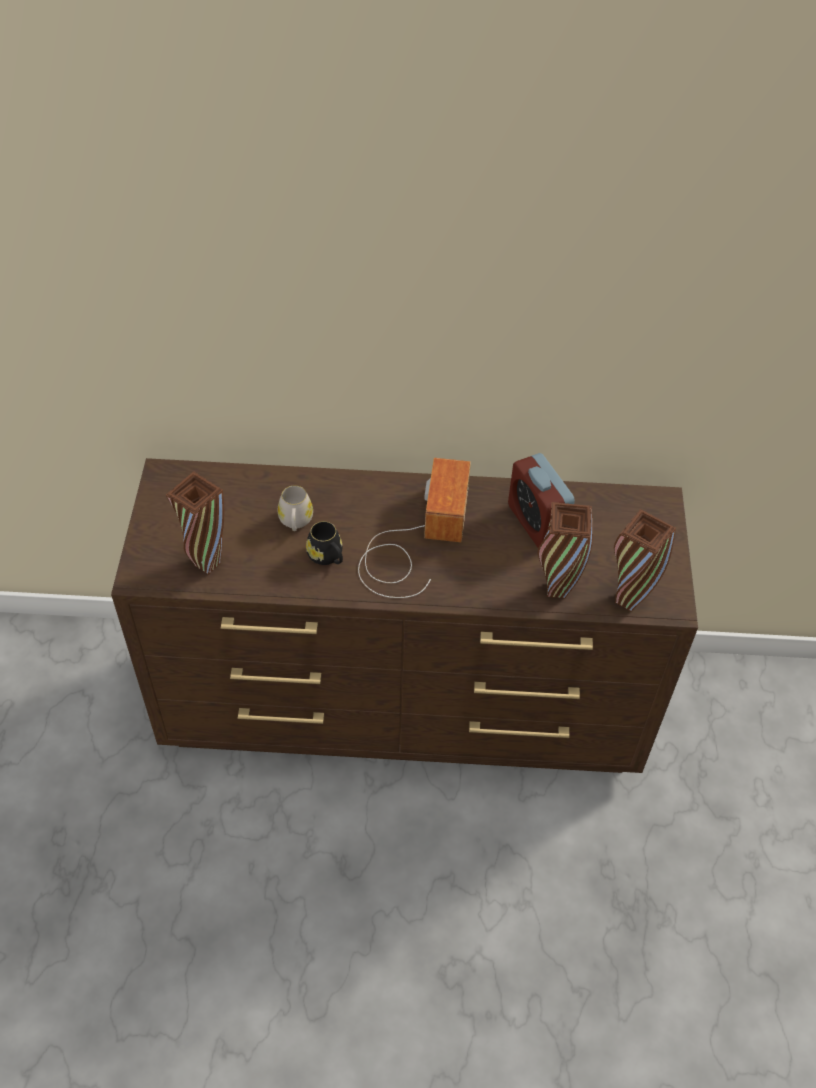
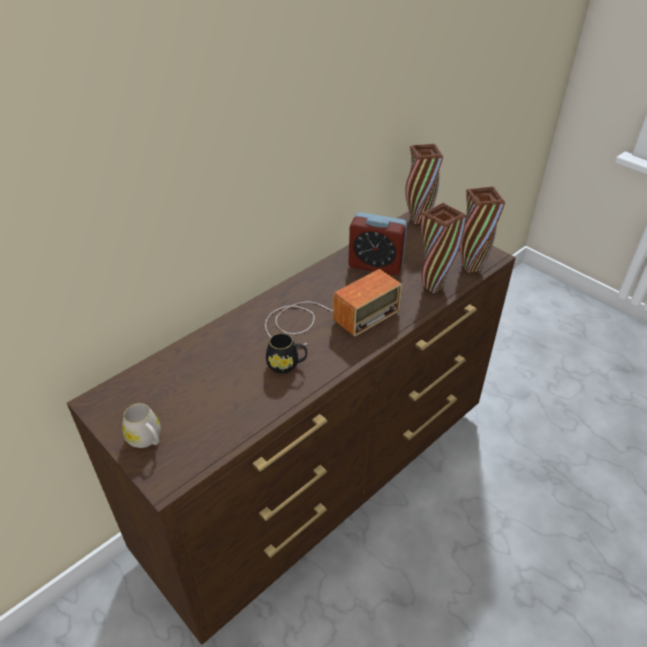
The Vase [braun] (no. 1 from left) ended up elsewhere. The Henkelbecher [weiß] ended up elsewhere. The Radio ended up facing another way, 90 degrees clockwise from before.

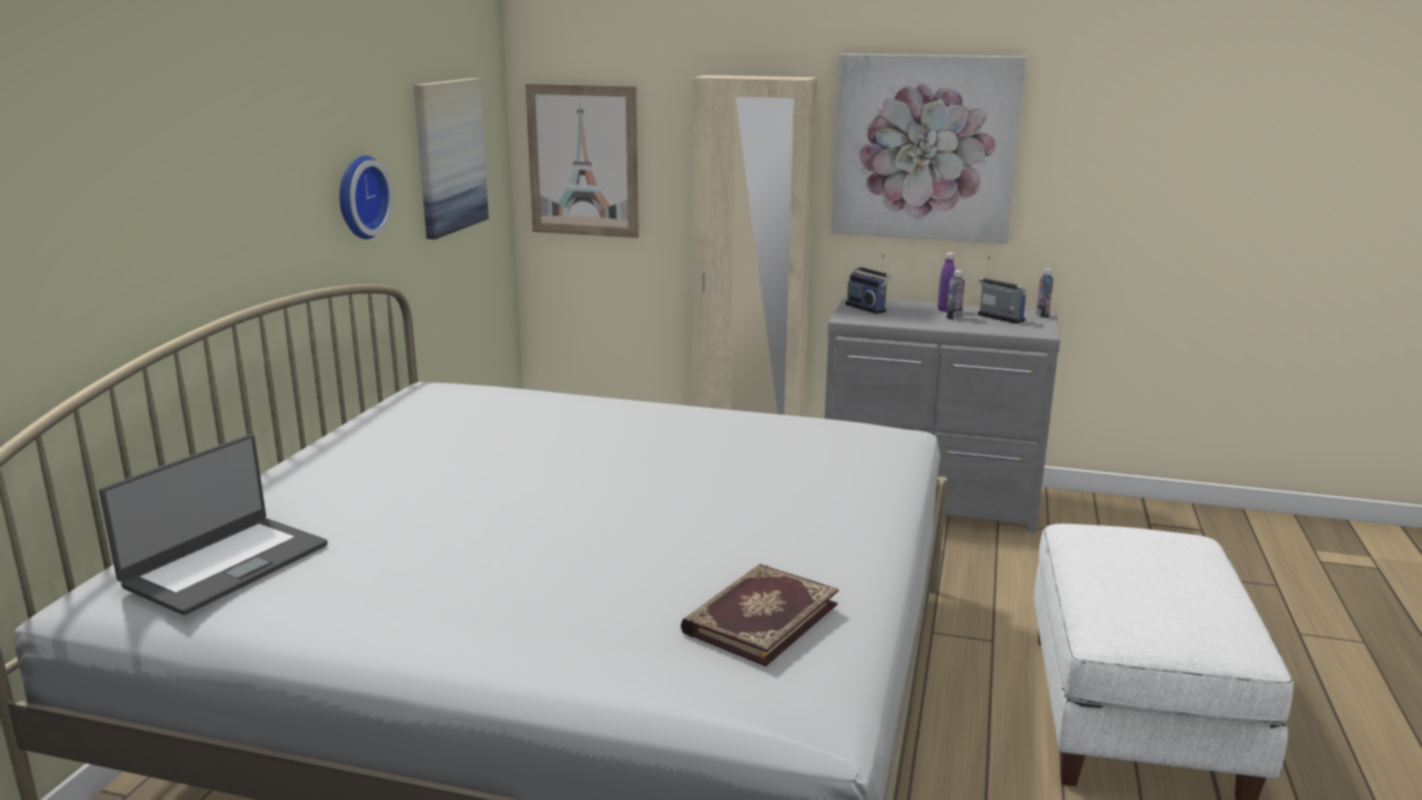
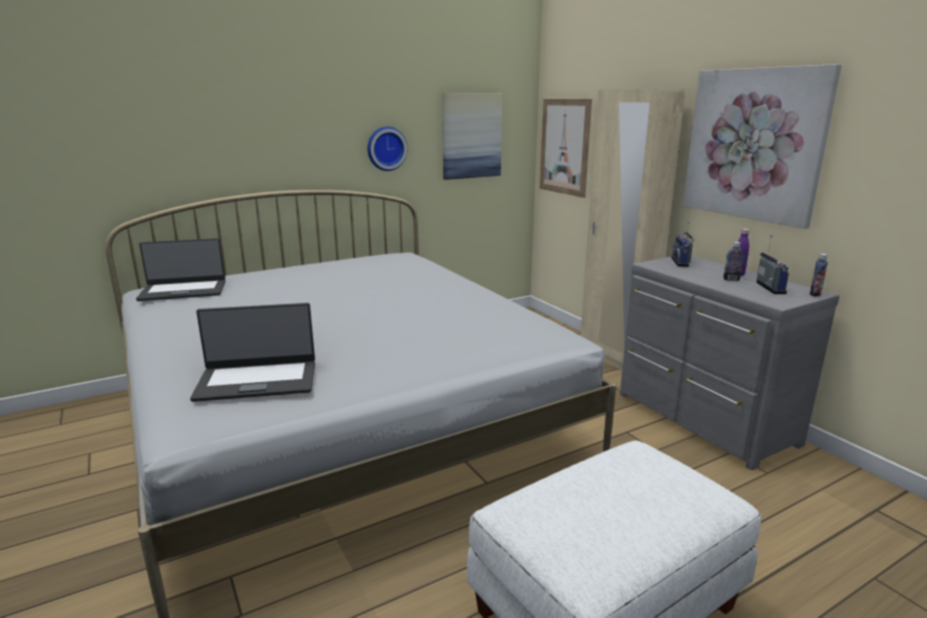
Where the Buch stood, the Laptop (no. 2 from left) came to stand.

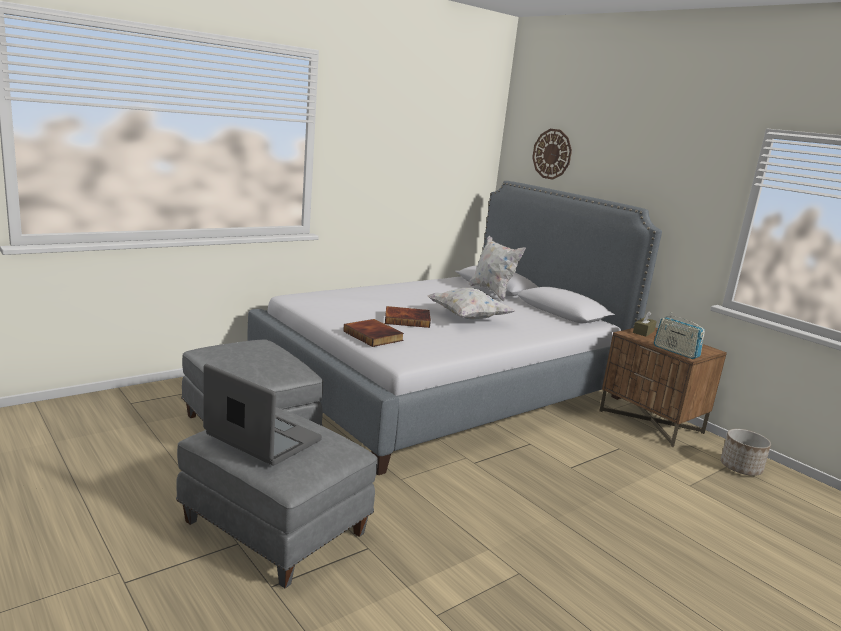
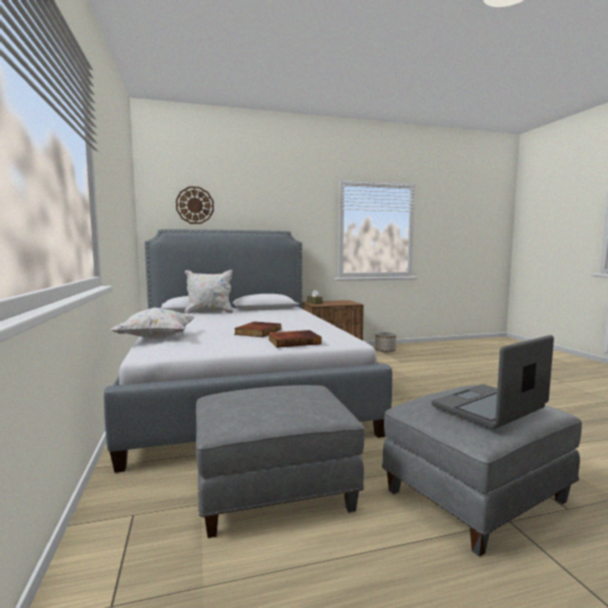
The second view lost the Radio. The Kissen [weiß] (no. 1 from left) ended up elsewhere.

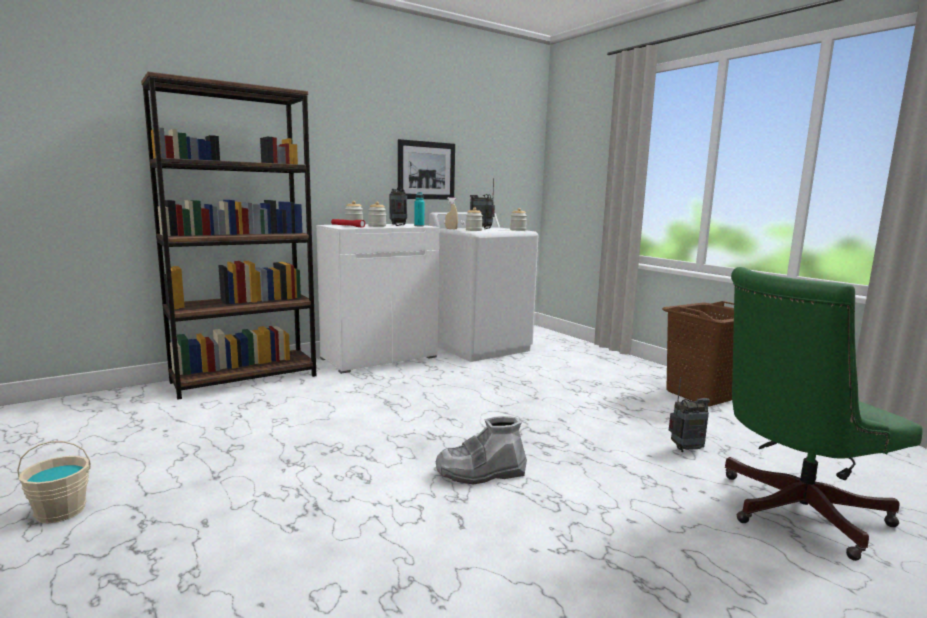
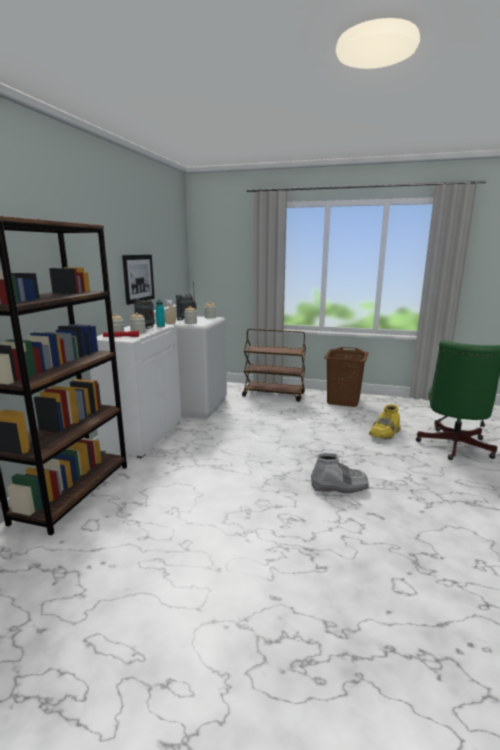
The second view lost the Eimer [beige]. The second view gained the Rollwagen [braun]. Where the Radio (no. 3 from left) stood, the Stiefel [gelb] came to stand. The Stiefel [grau] ended up facing another way, 120 degrees counterclockwise from before.

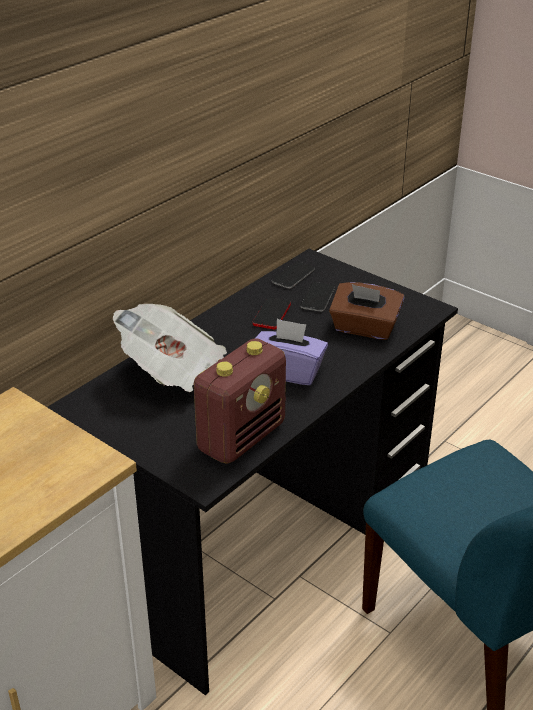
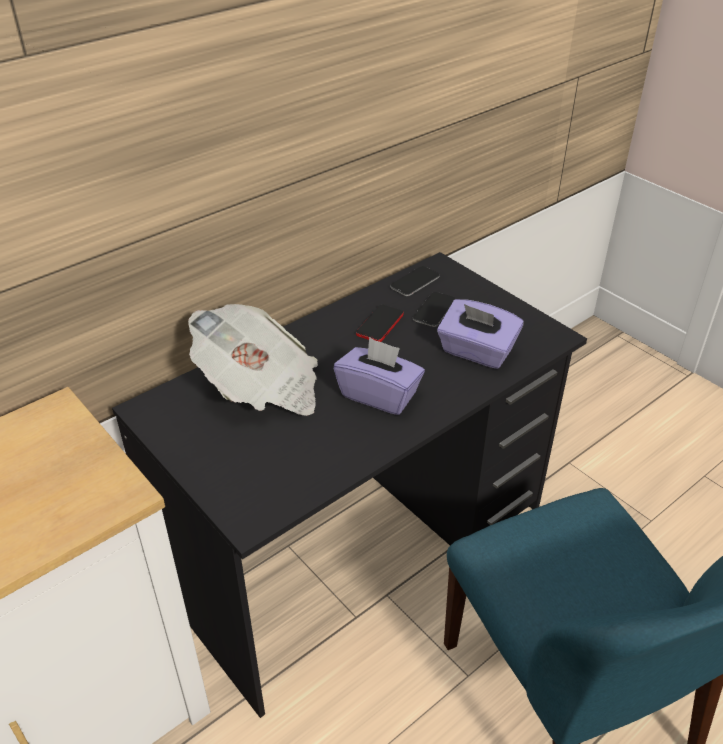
The second view lost the Radio. What was the Taschentuchbox [braun] turned into the Taschentuchbox [lila] (no. 2 from left).

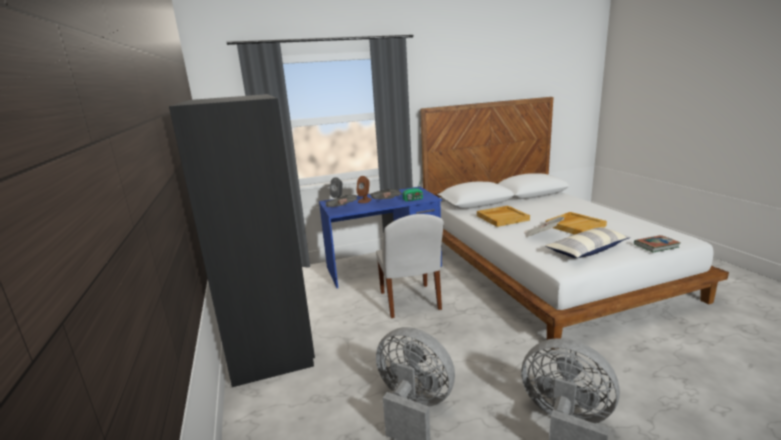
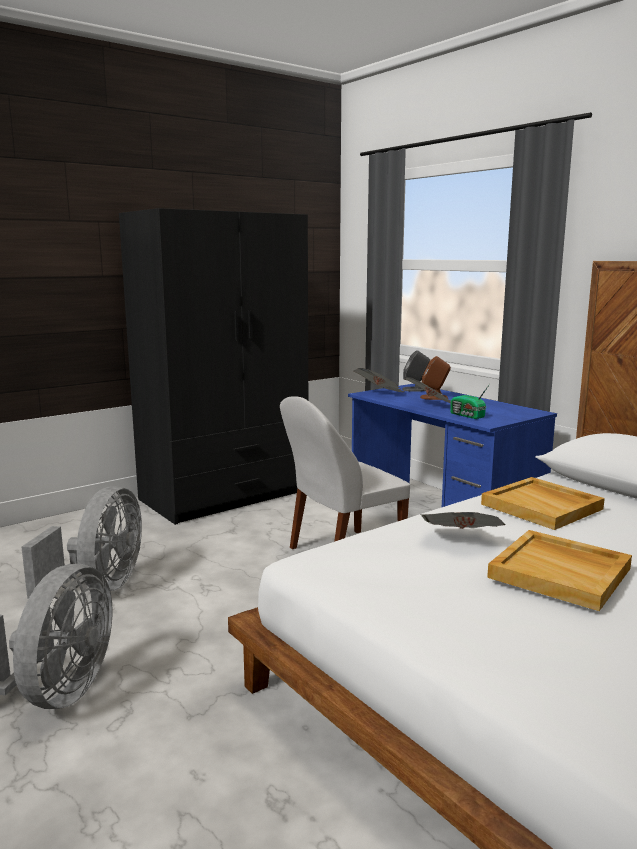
The second view lost the Kissen. The second view lost the Buch.

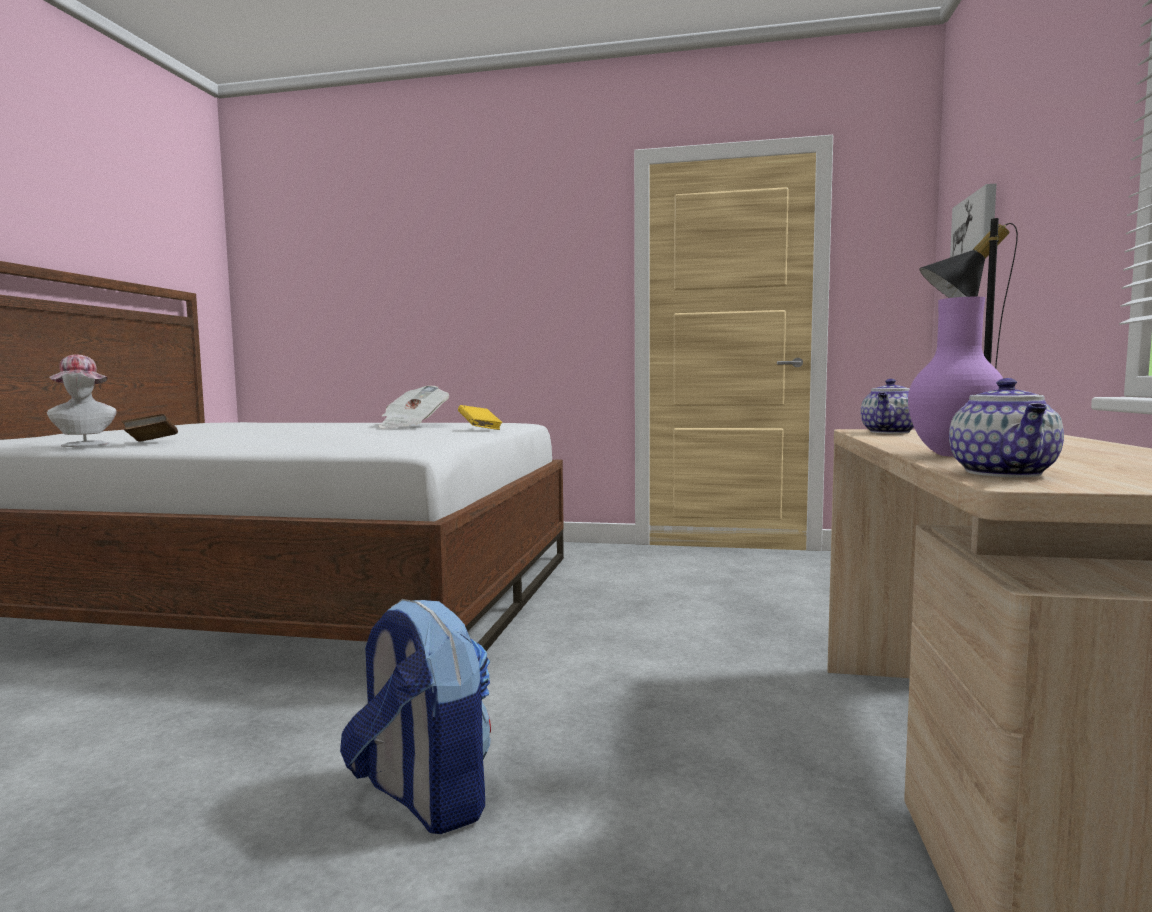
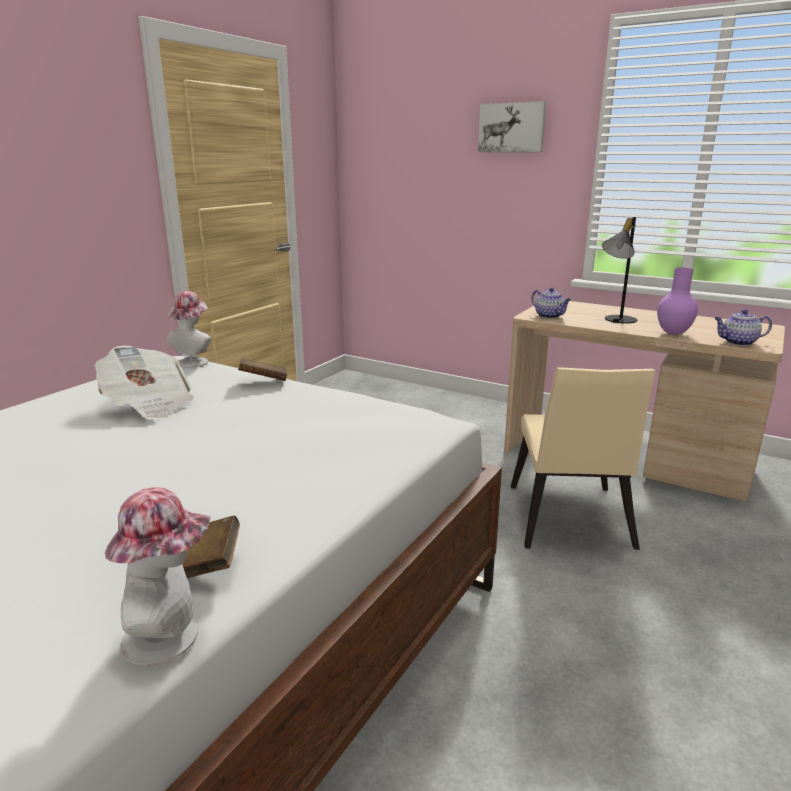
The second view lost the Rucksack. The second view gained the Hut (no. 2 from left). The second view gained the Stuhl [beige]. The Bild ended up elsewhere. What was the Buch [gelb] turned into the Buch [braun] (no. 2 from left). The Teekanne (no. 2 from left) ended up facing another way, 150 degrees clockwise from before.

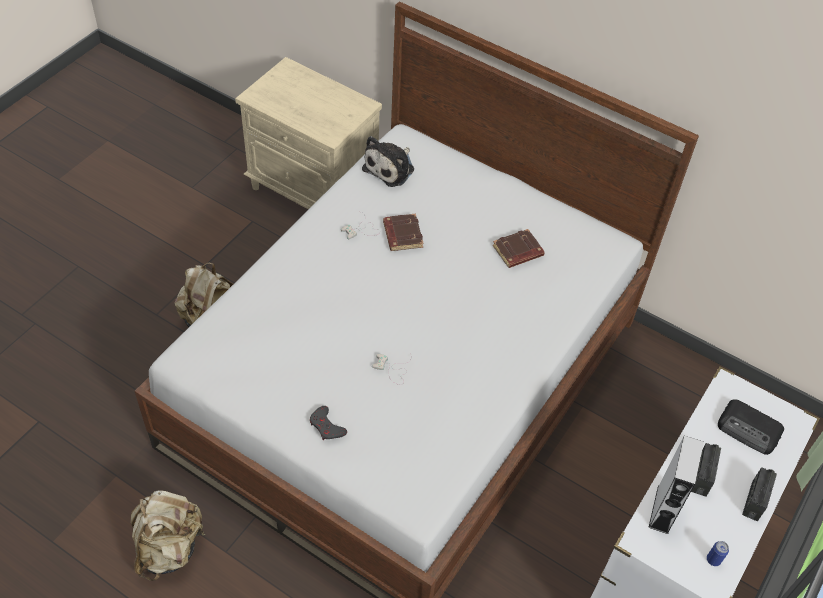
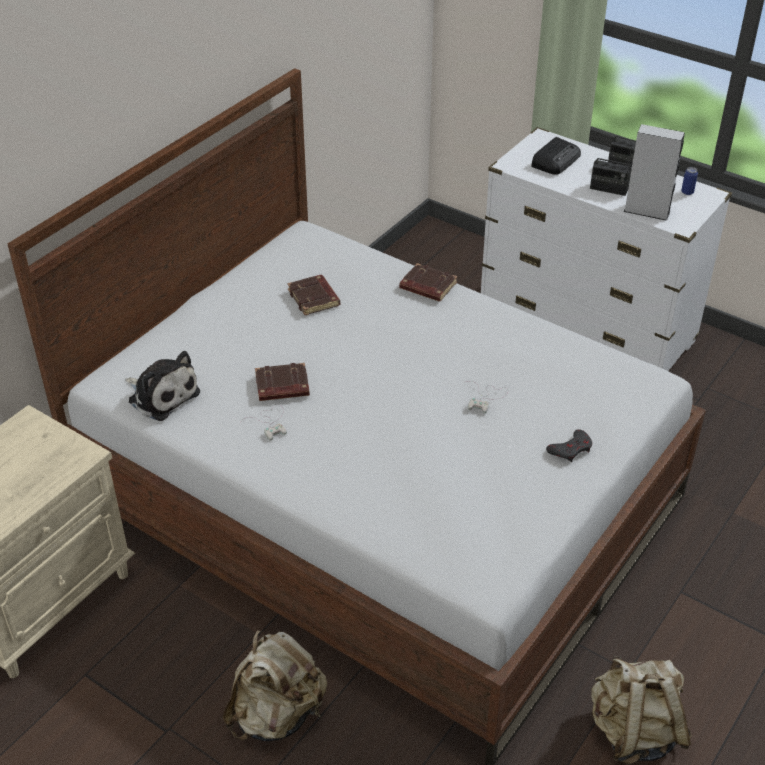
The second view gained the Buch [braun] (no. 3 from left).

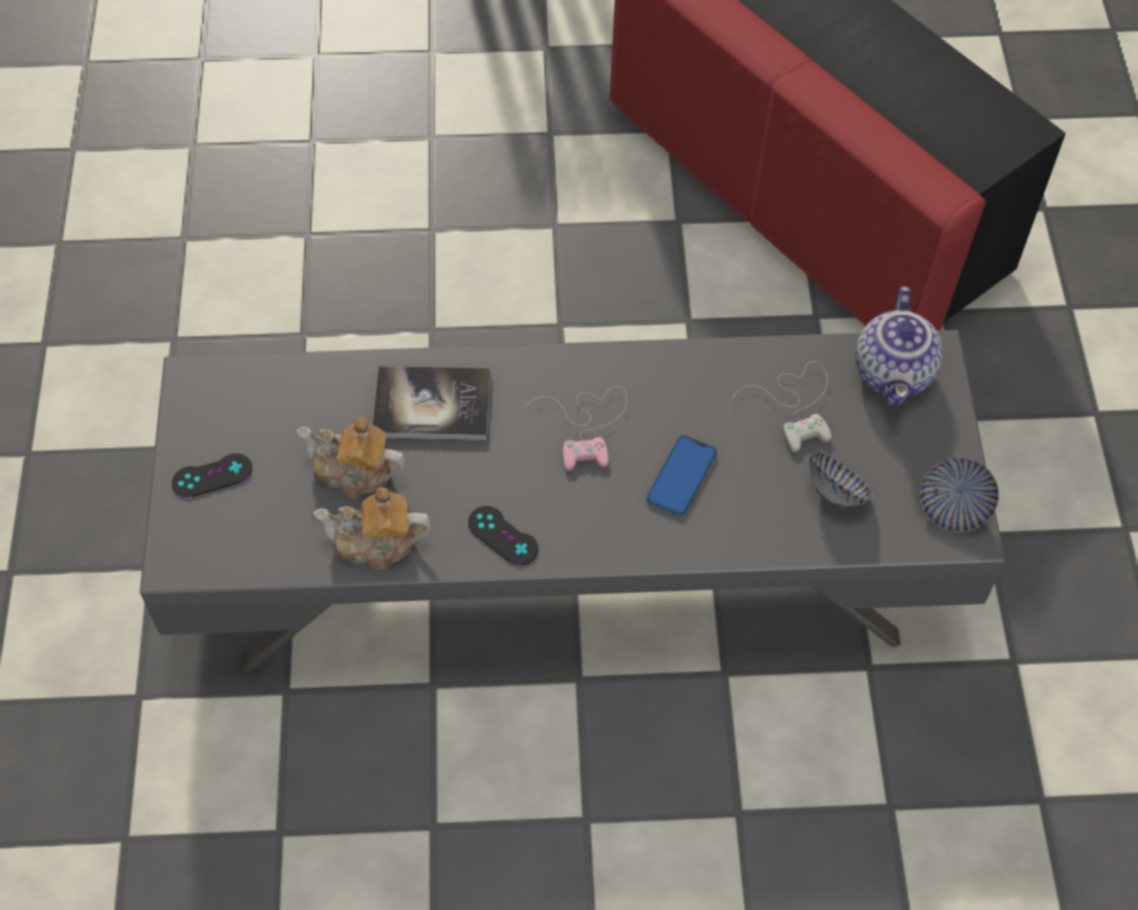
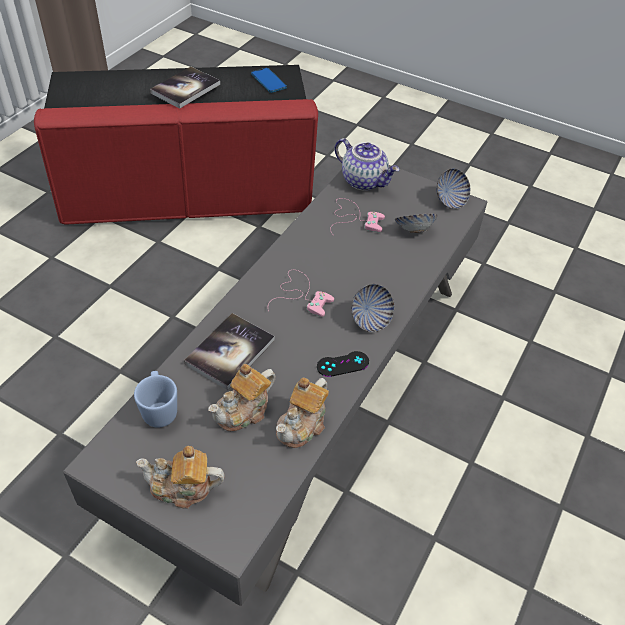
The second view gained the Henkelbecher [blau]. The second view gained the Buch (no. 1 from left). The second view gained the Schüssel (no. 1 from left). The Handy ended up elsewhere. Where the Gamepad [schwarz] (no. 1 from left) stood, the Teekanne (no. 1 from left) came to stand. What was the Gamepad [weiß] turned into the Gamepad [rosa] (no. 2 from left).

